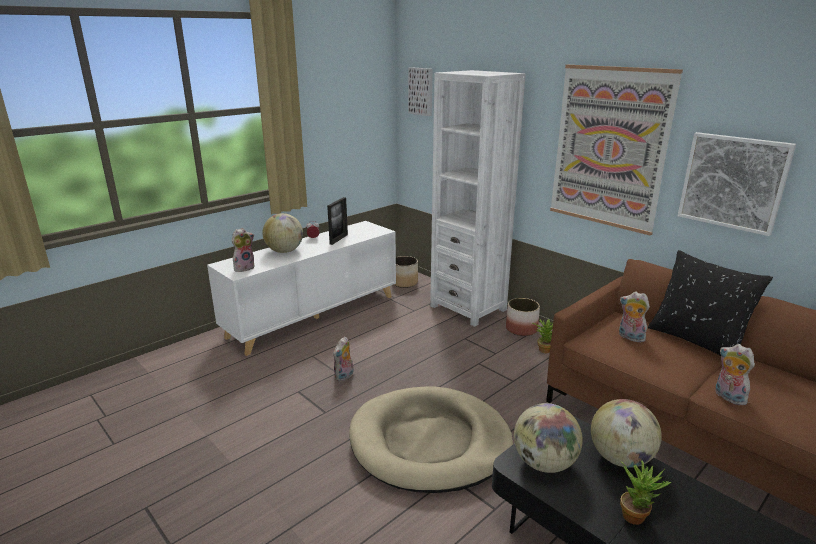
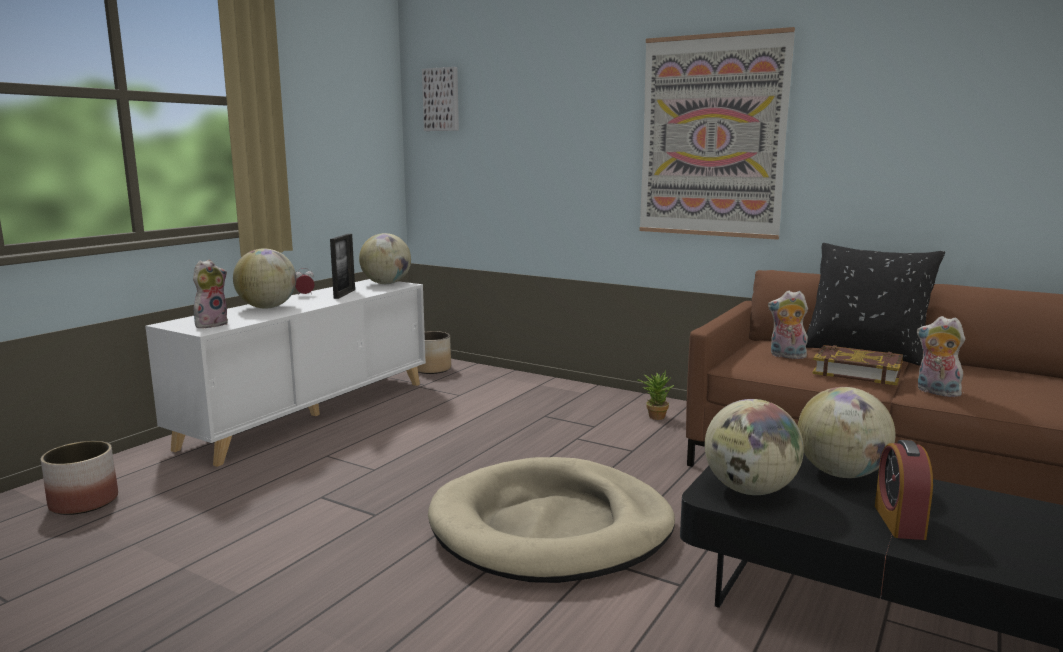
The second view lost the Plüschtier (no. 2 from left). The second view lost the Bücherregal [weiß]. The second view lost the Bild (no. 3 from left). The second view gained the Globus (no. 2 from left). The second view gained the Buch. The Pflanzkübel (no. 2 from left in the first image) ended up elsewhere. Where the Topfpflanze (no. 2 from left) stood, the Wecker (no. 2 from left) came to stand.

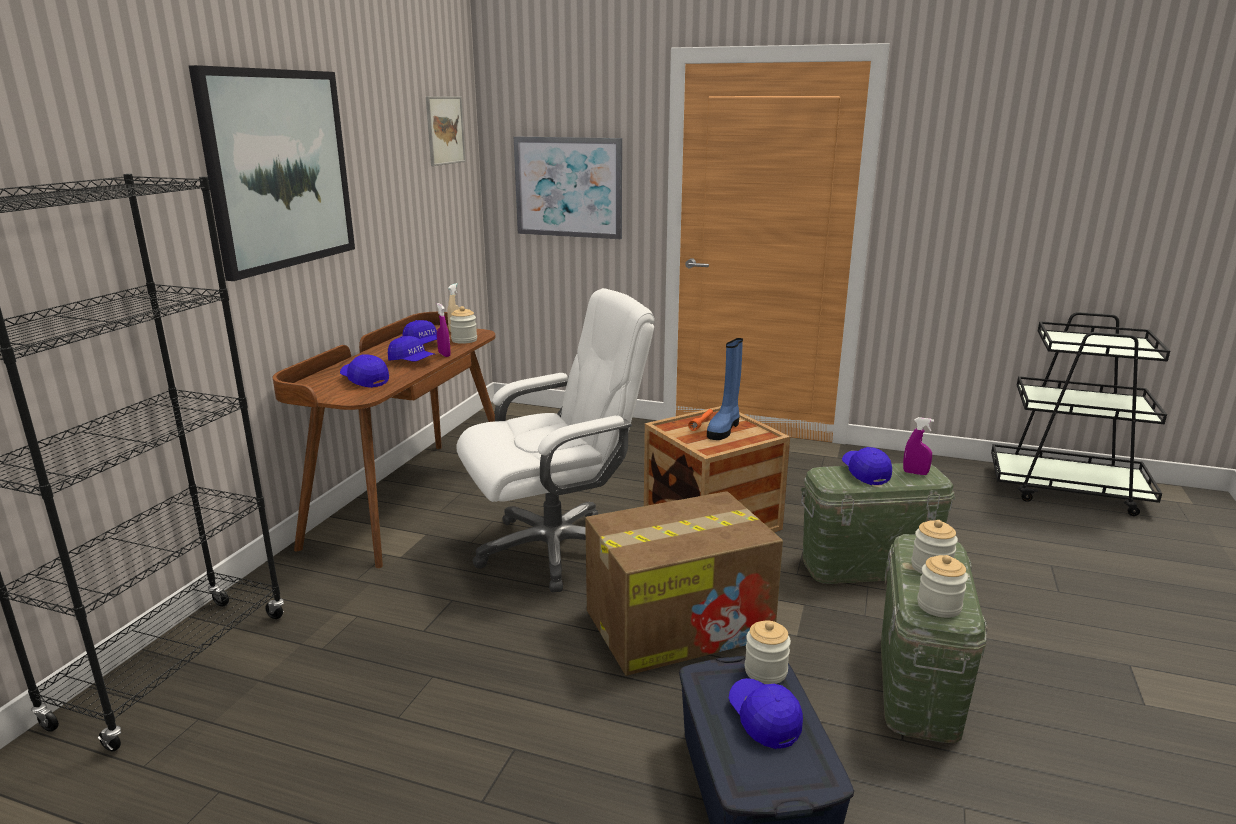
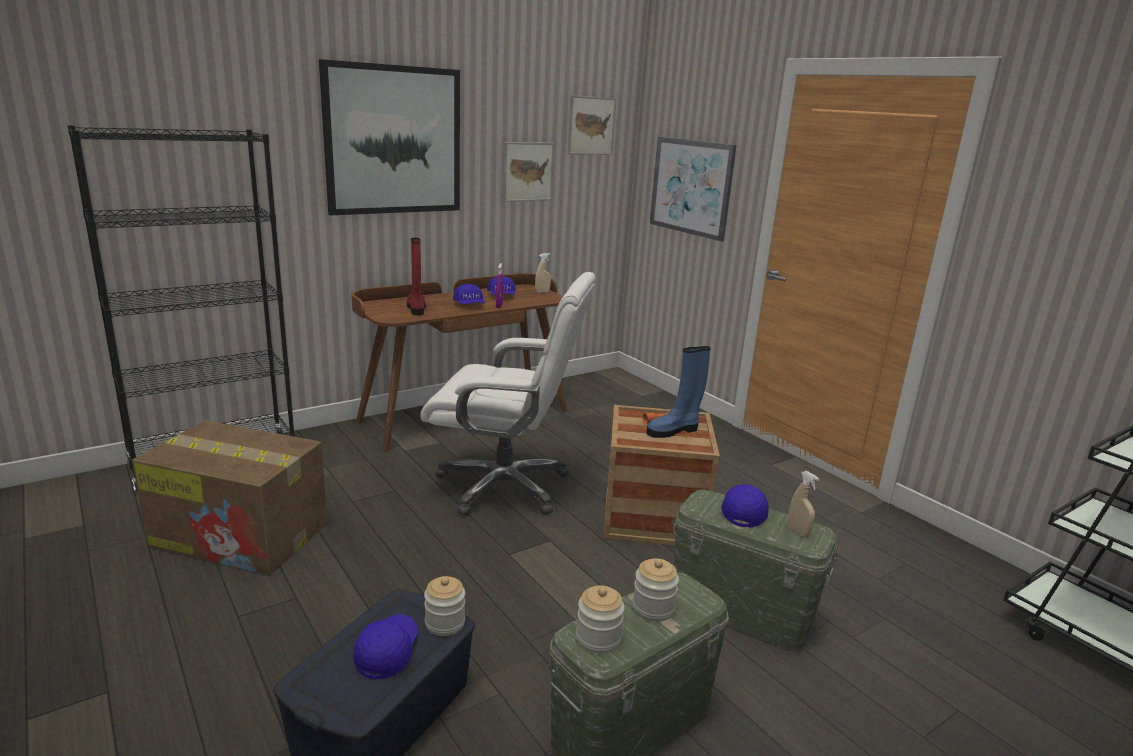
The second view lost the Vorratsglas (no. 1 from left). The second view gained the Bild (no. 2 from left). The Karton ended up elsewhere. Where the Kappe [blau] (no. 1 from left) stood, the Stiefel [rot] came to stand. What was the Sprühflasche [lila] (no. 2 from left) turned into the Sprühflasche [beige] (no. 2 from left).

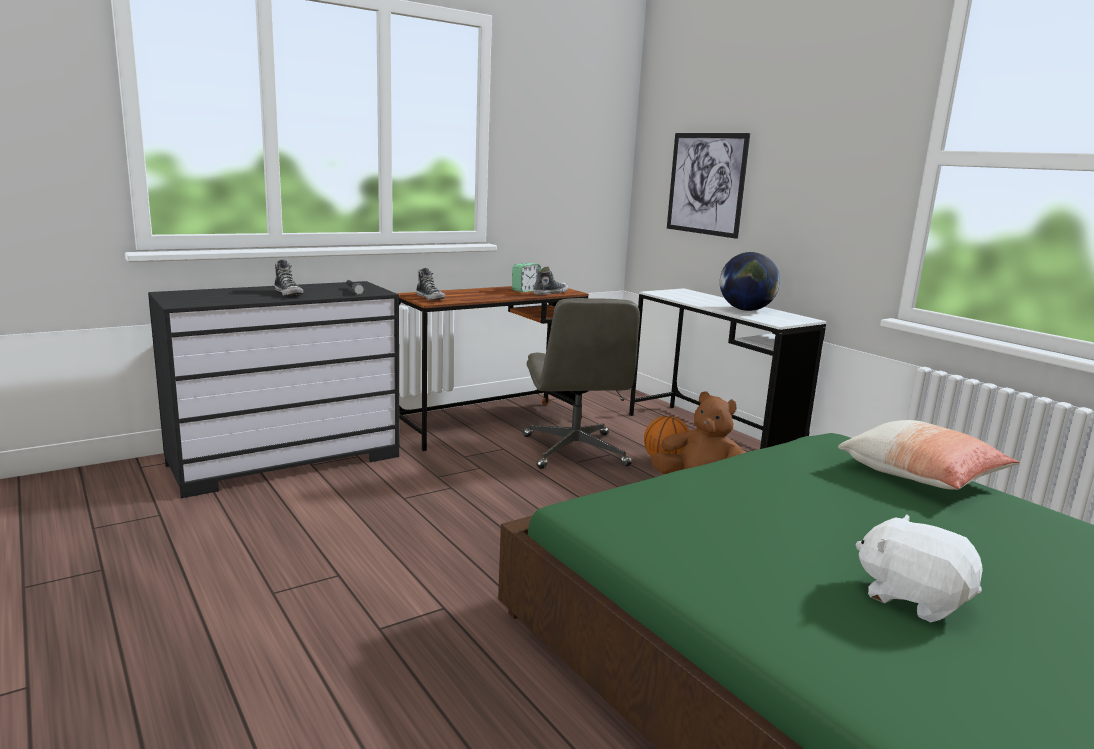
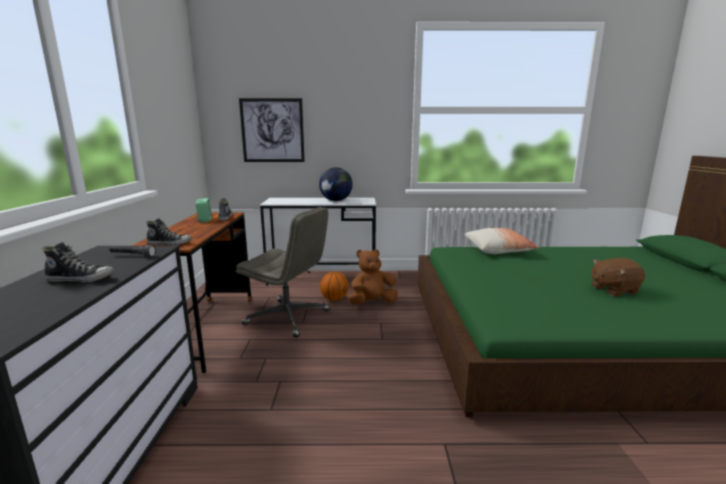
What was the Plüschtier [weiß] turned into the Plüschtier [braun] (no. 2 from left).

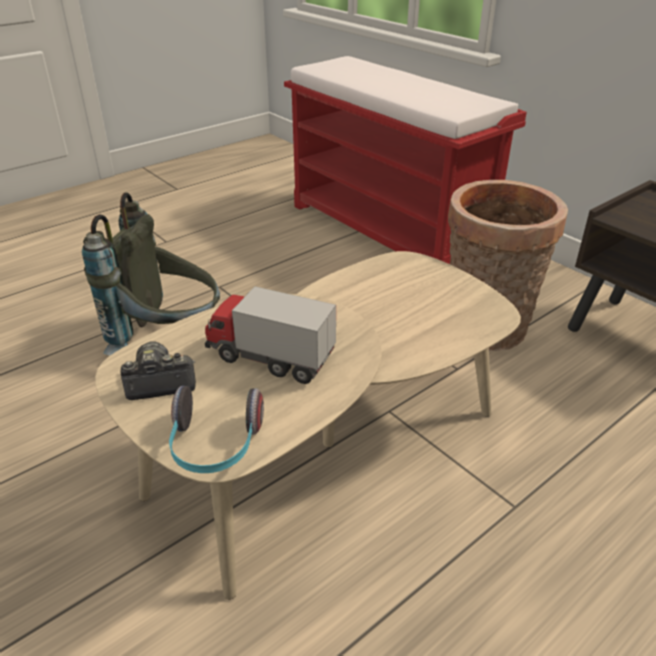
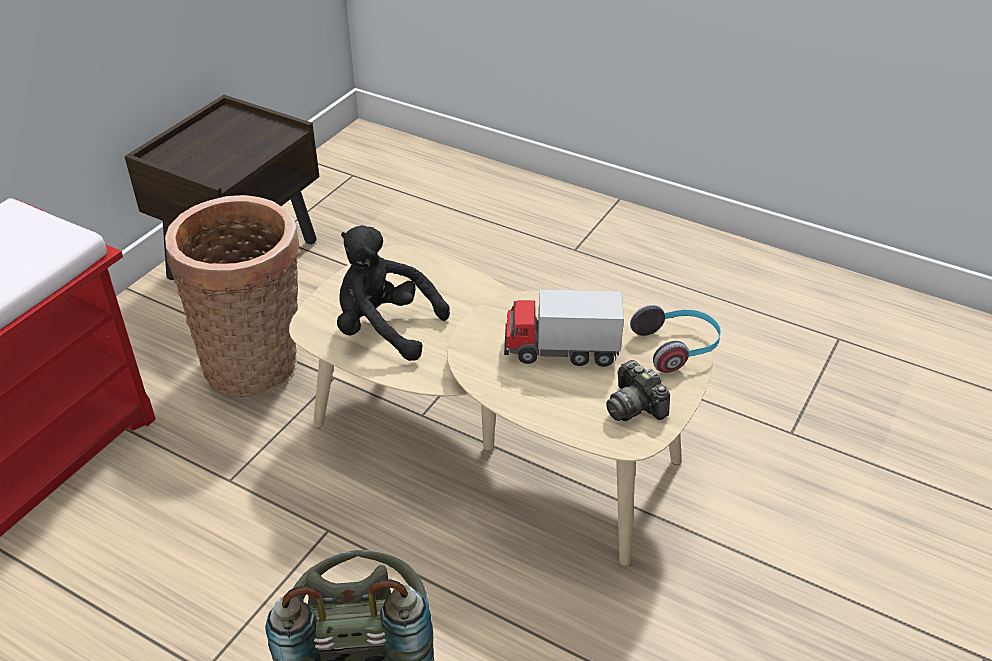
The second view gained the Plüschtier [schwarz]. The Spielzeuglaster ended up facing another way, 90 degrees clockwise from before.

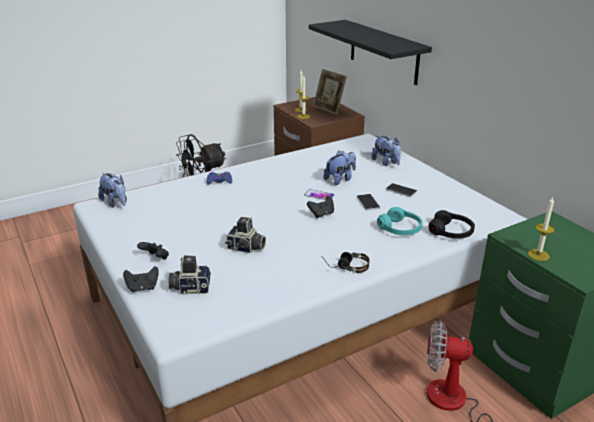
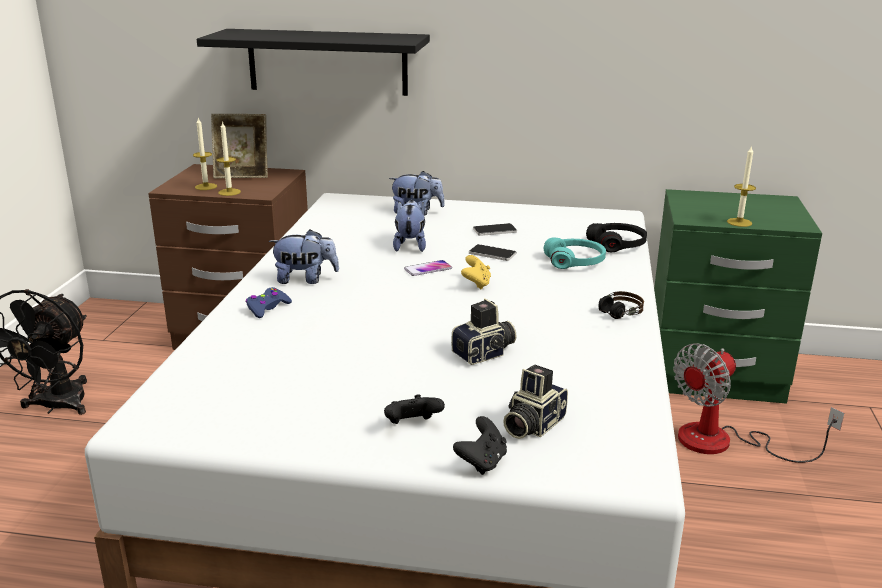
The Plüschtier (no. 1 from left) ended up elsewhere. What was the Gamepad [schwarz] (no. 3 from left) turned into the Gamepad [gelb].

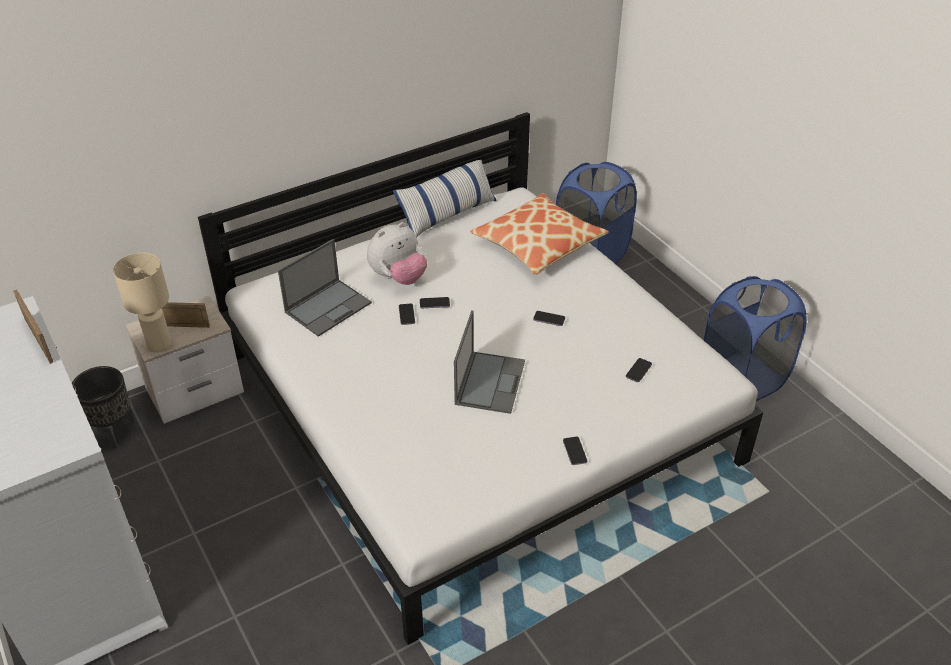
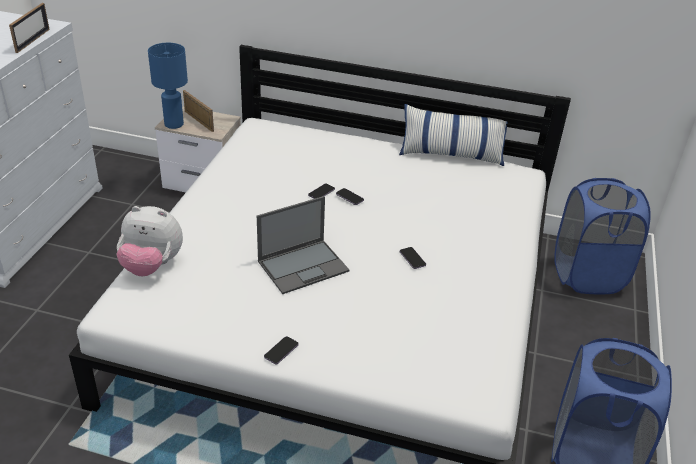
The second view lost the Pflanzkübel [schwarz]. The second view lost the Laptop (no. 1 from left). The second view lost the Kissen (no. 2 from left). The second view lost the Handy (no. 5 from left). The Plüschtier ended up elsewhere. What was the Tischlampe [beige] turned into the Tischlampe [blau].

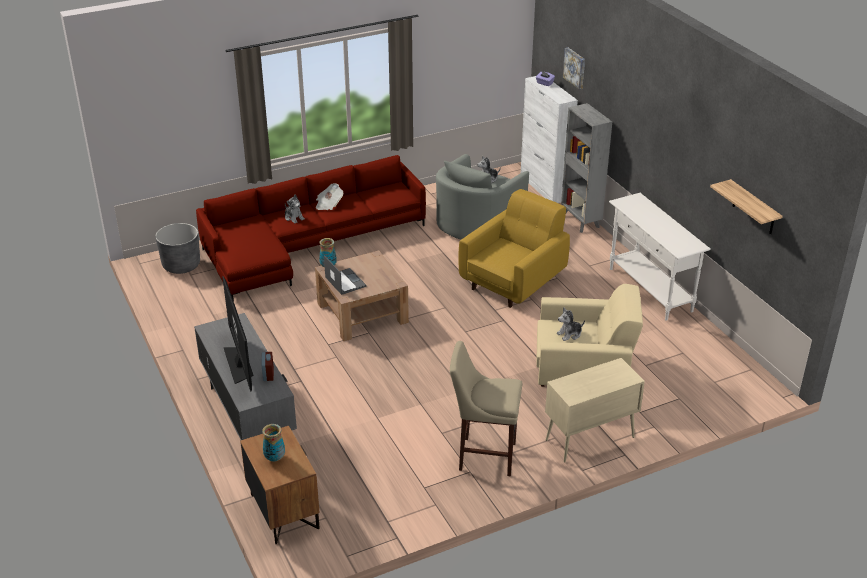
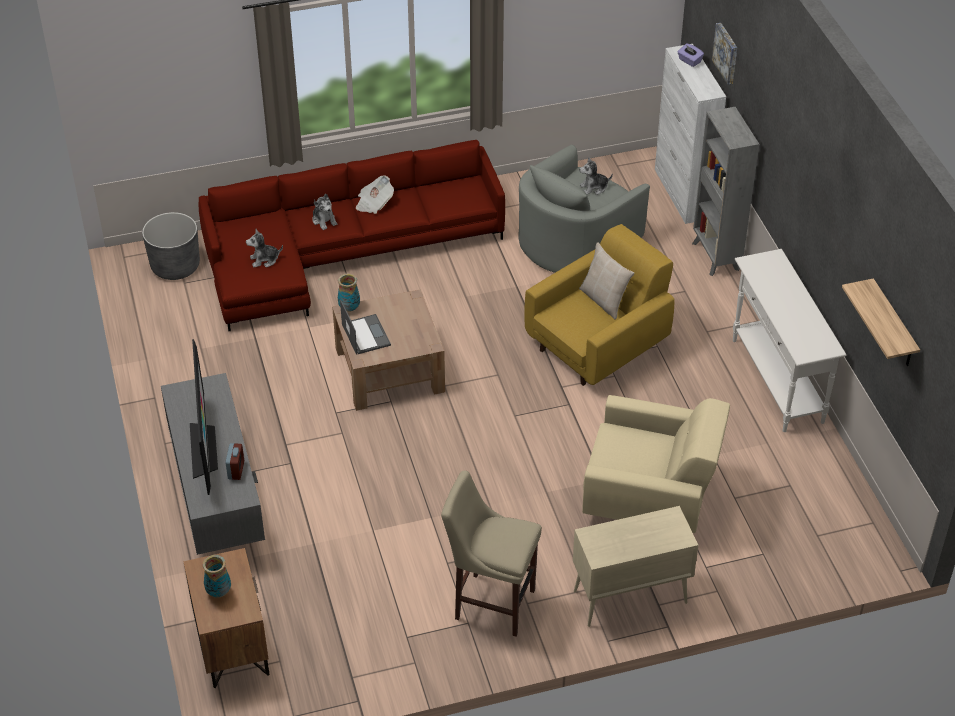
The second view gained the Kissen [beige]. The Plüschtier (no. 3 from left in the first image) ended up elsewhere.

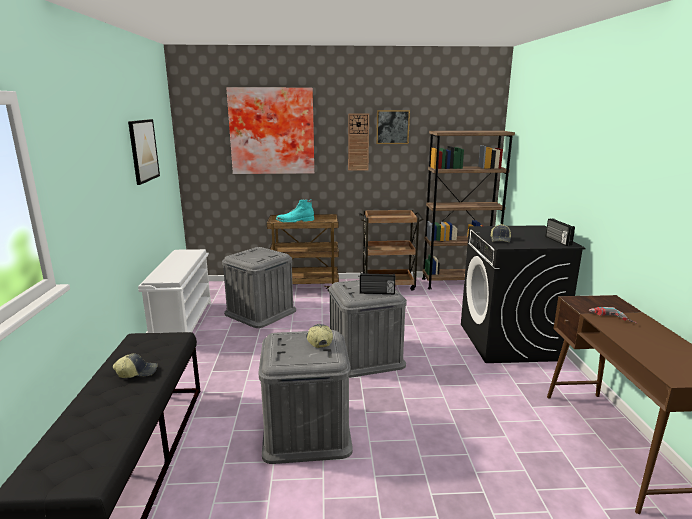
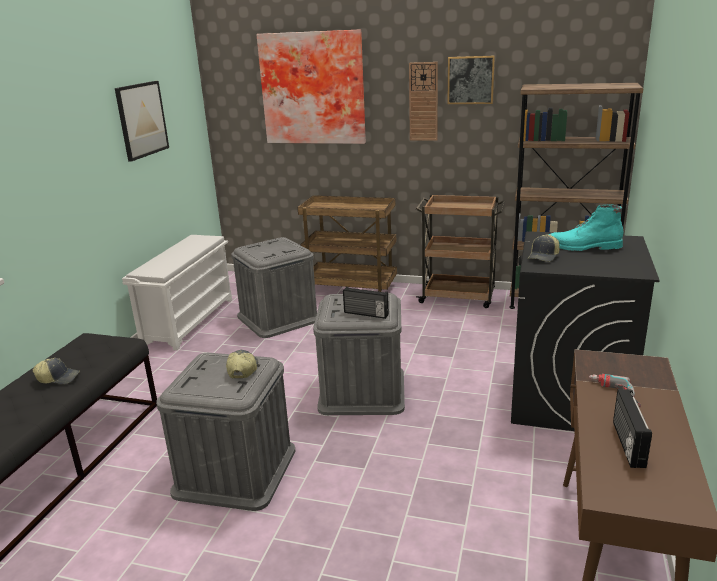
The Stiefel [türkis] ended up elsewhere. The Radio (no. 2 from left) ended up elsewhere.

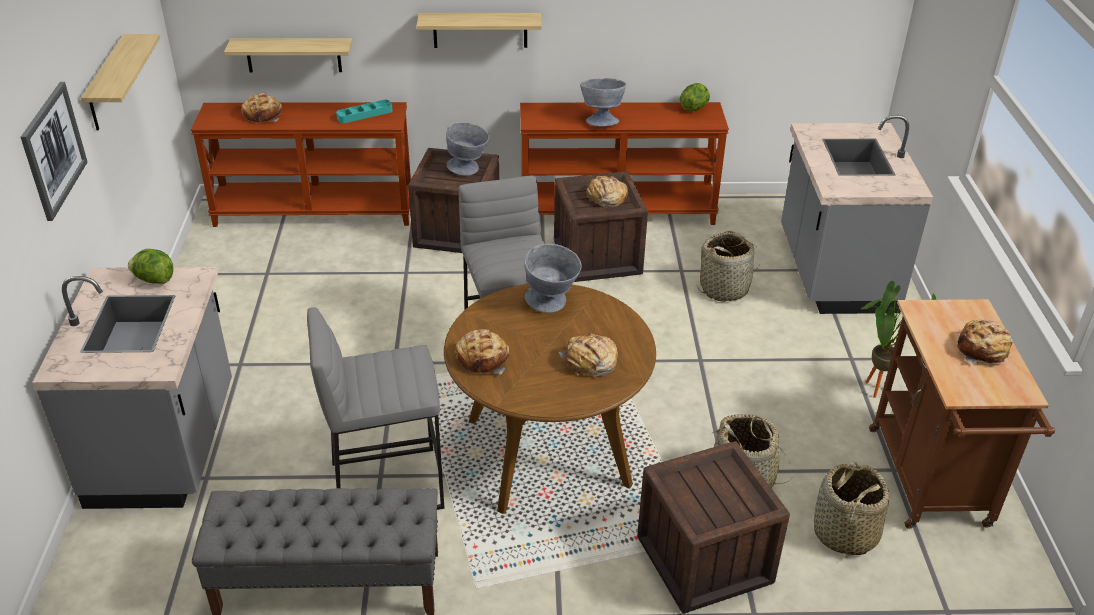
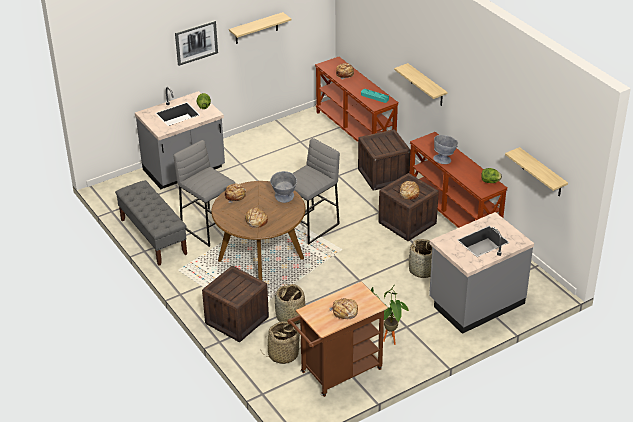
The second view lost the Schüssel [grau] (no. 1 from left). The Wandregal (no. 2 from left in the first image) ended up elsewhere.

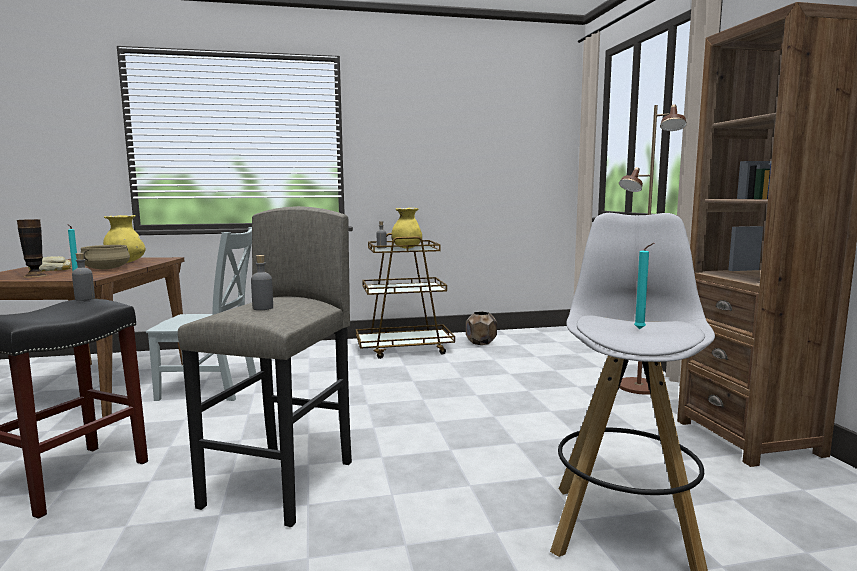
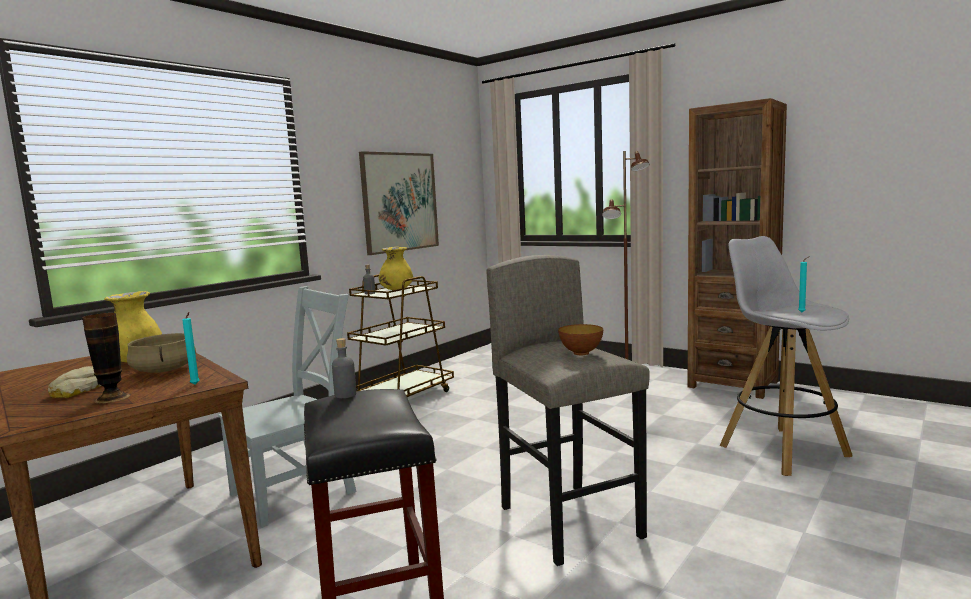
The second view lost the Pflanzkübel [braun]. The second view gained the Bild. Where the Flasche [grau] (no. 2 from left) stood, the Schüssel came to stand.

